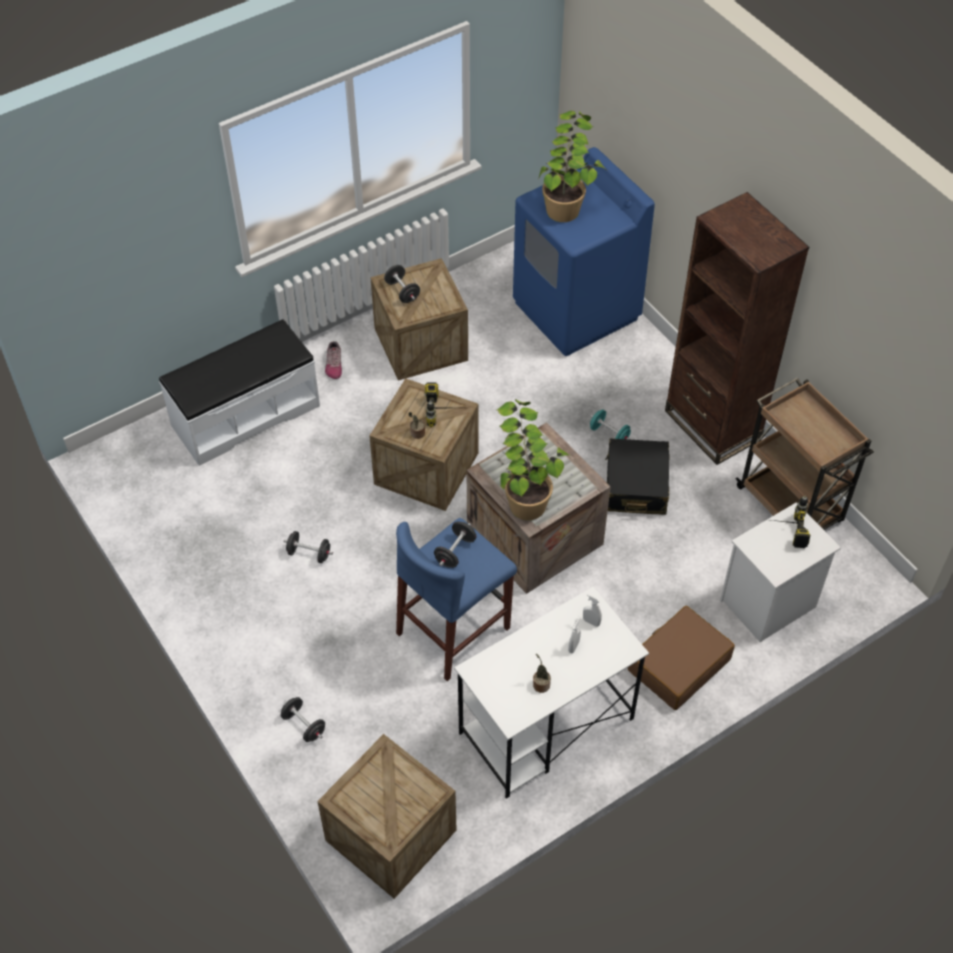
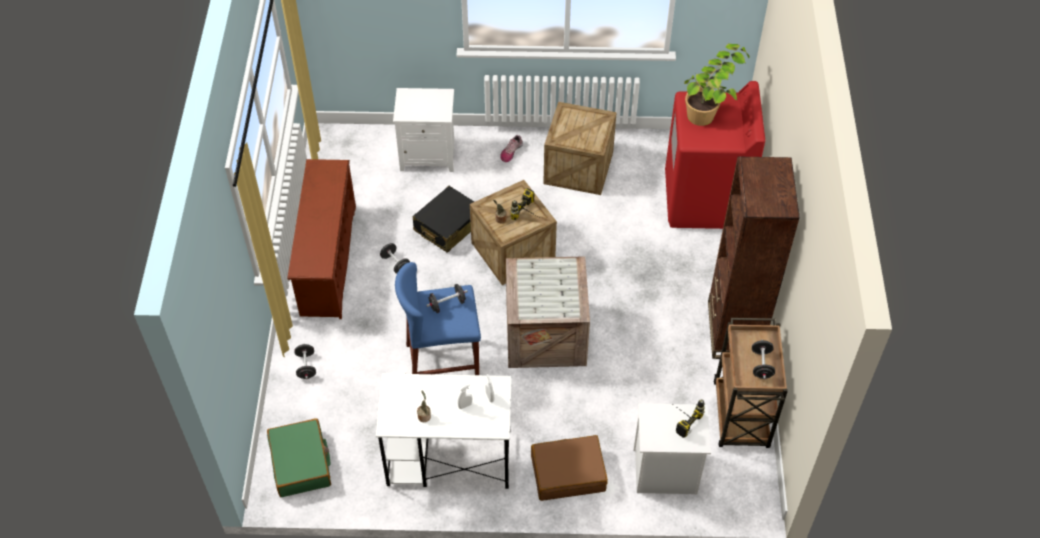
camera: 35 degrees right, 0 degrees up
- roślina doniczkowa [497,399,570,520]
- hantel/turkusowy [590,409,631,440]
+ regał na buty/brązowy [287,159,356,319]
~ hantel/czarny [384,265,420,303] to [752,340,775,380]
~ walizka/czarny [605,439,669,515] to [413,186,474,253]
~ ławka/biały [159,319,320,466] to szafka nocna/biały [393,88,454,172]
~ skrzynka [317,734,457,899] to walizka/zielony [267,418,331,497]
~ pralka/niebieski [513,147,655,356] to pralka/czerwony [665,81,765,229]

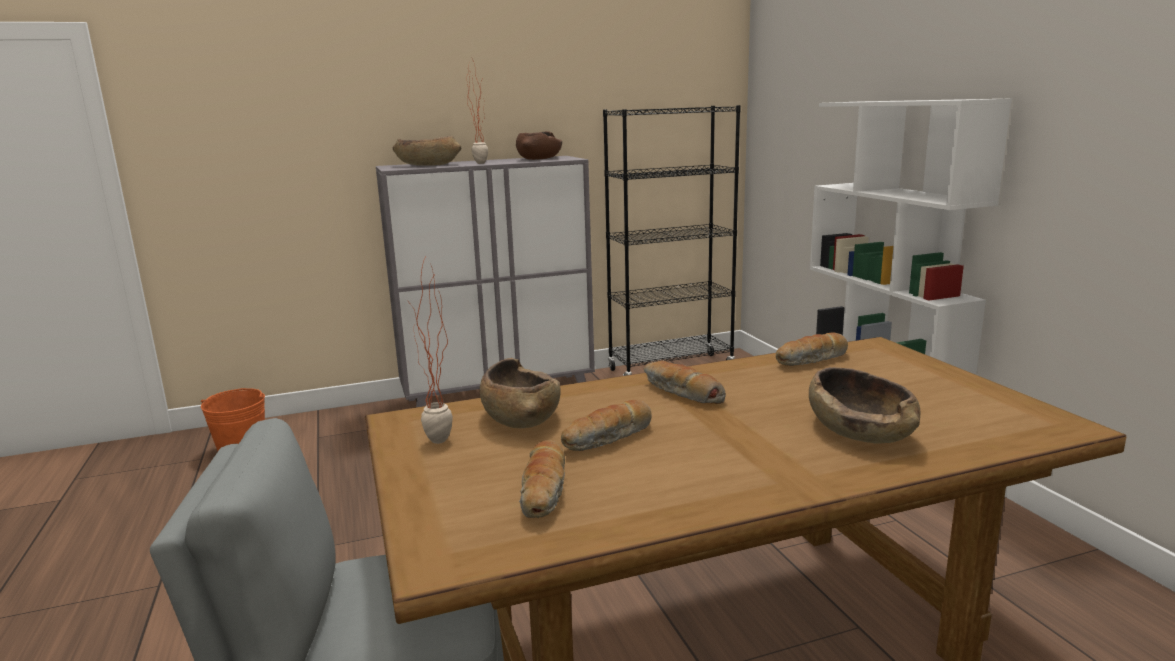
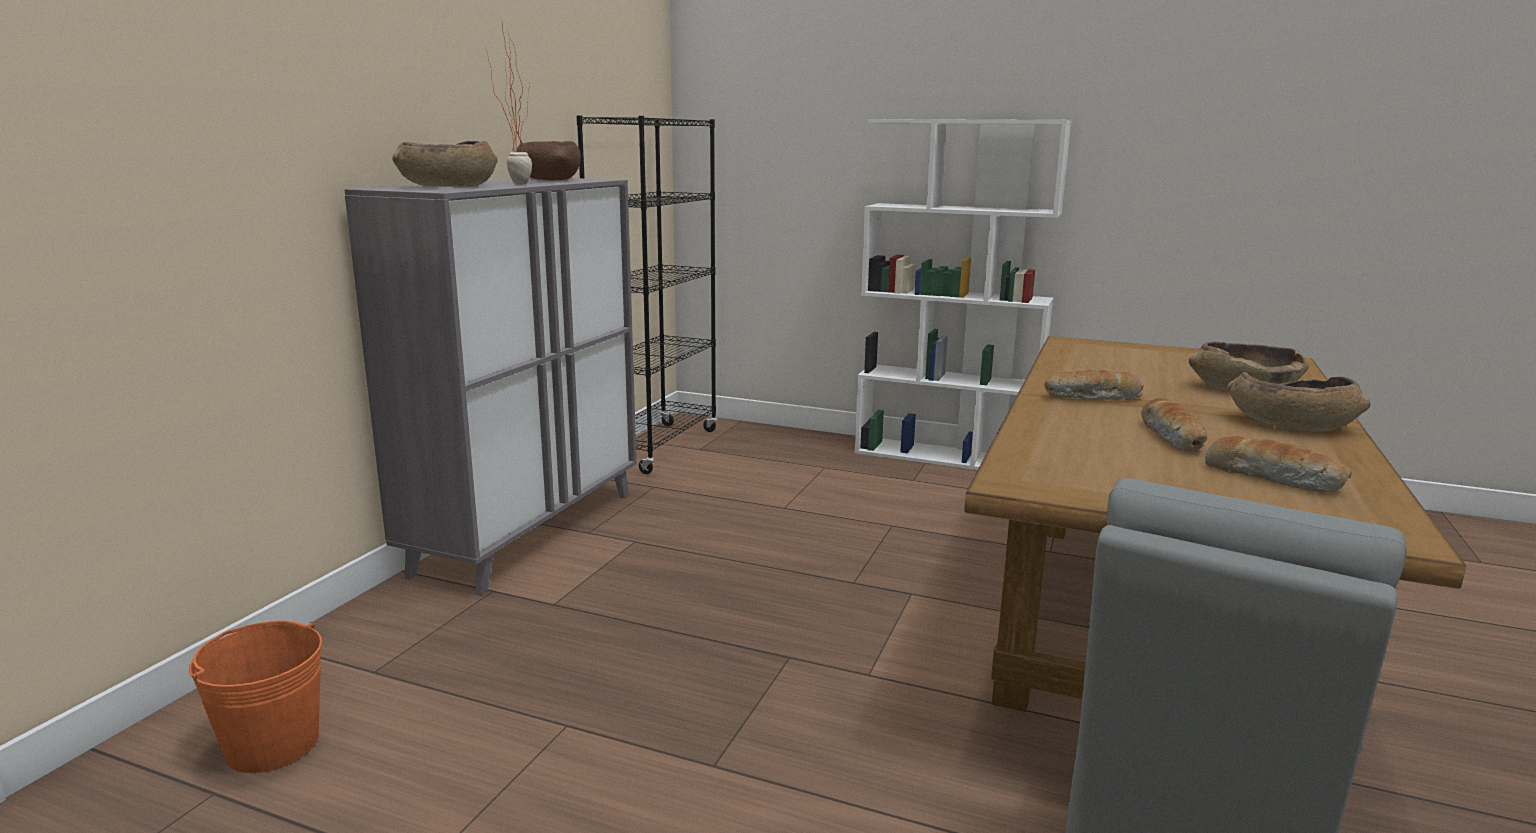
camera: 50 degrees left, 0 degrees up
- roślina doniczkowa [410,255,453,444]
- chleb [776,332,848,366]
~ miska/brązowy [480,358,561,428] to [1227,372,1371,432]

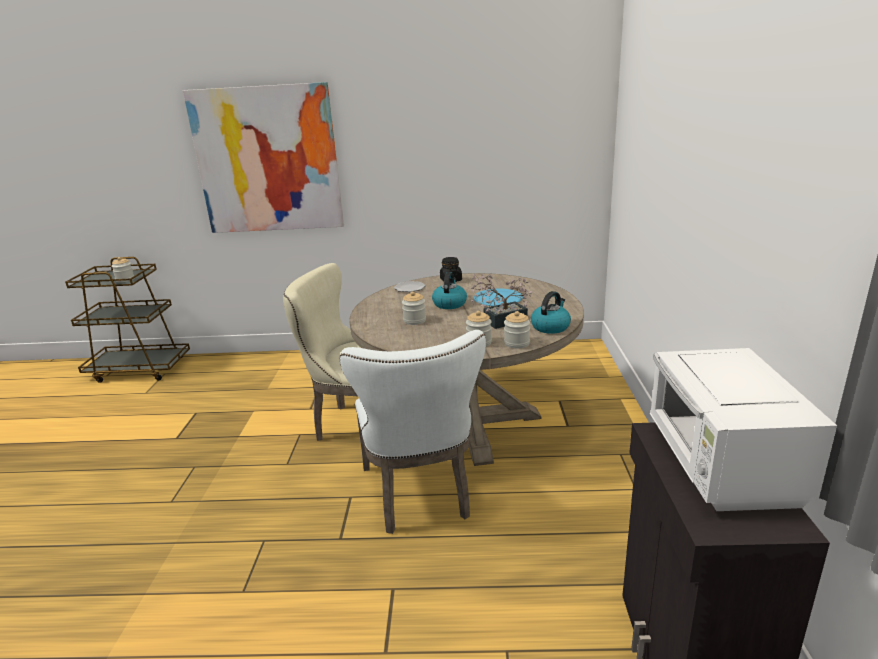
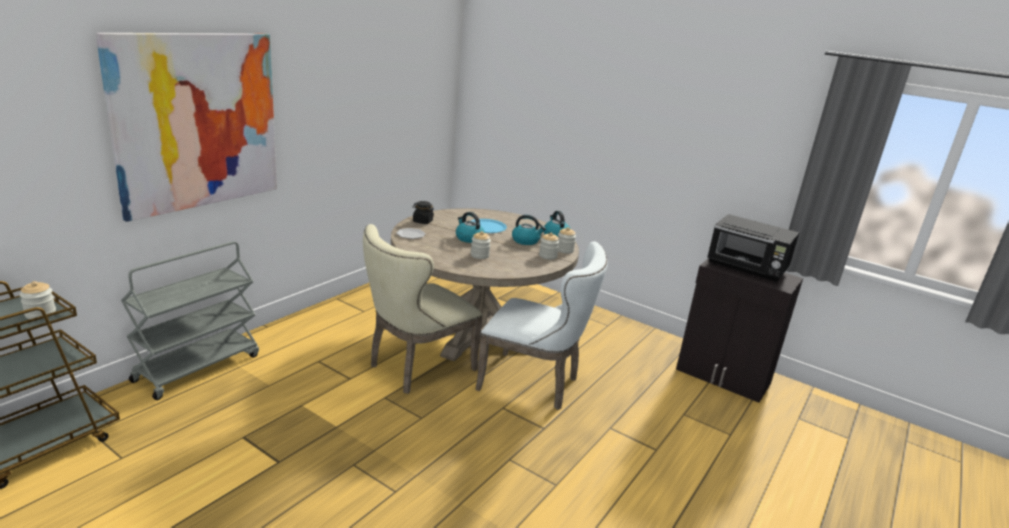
camera: 60 degrees left, 0 degrees up
+ wózek/szary [121,241,259,400]
~ roślina doniczkowa [471,273,532,329] to czajnik [512,215,546,245]
~ mikrofalówka/biały [650,348,837,511] to mikrofalówka/czarny [707,214,799,282]

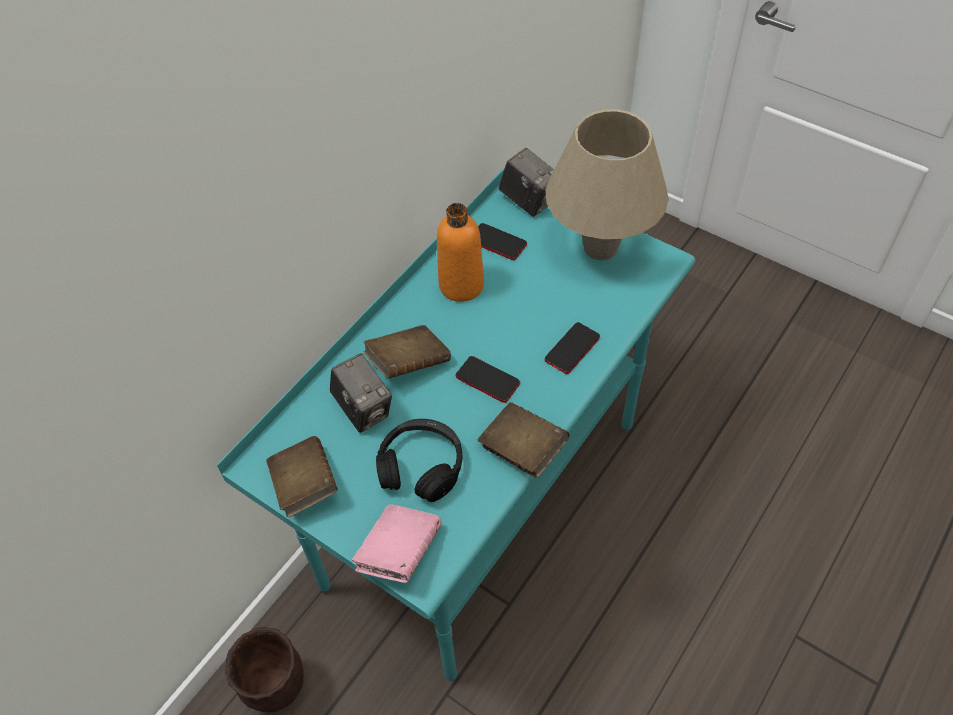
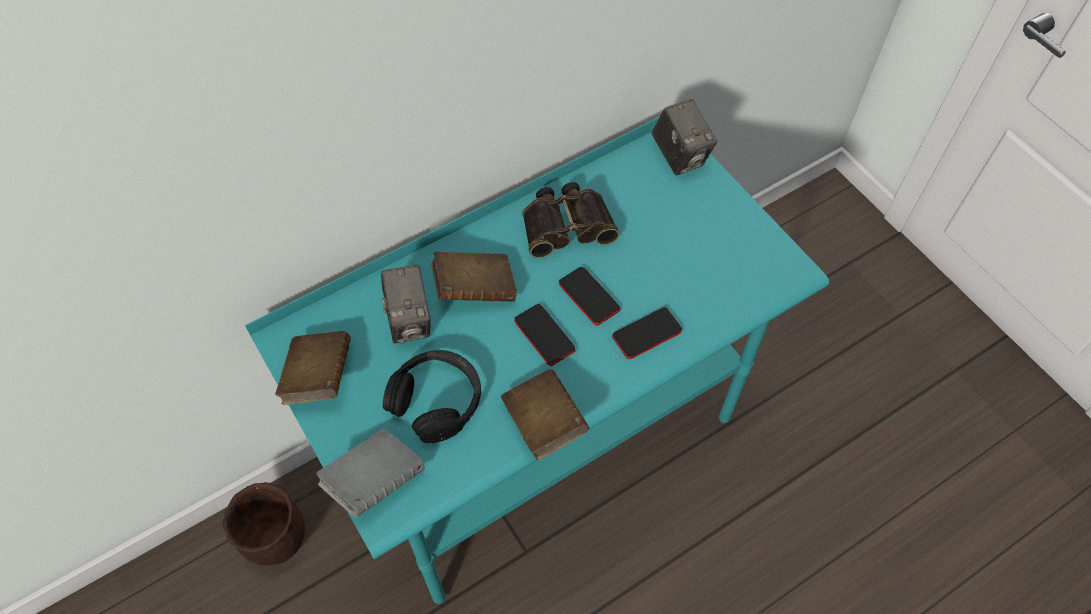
camera: 20 degrees right, 5 degrees up
- lampa stołowa/beżowy [546,109,669,260]
~ telefon [478,223,527,260] to [559,267,620,326]
~ butelka/pomarańczowy [437,203,484,302] to lornetka [522,182,619,258]
~ książka/różowy [352,504,442,583] to książka/szary [316,429,424,518]

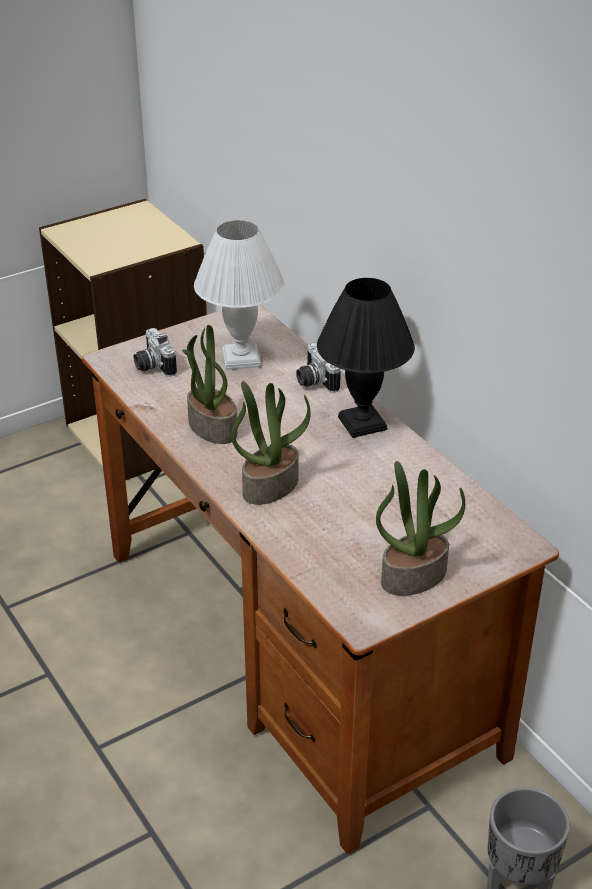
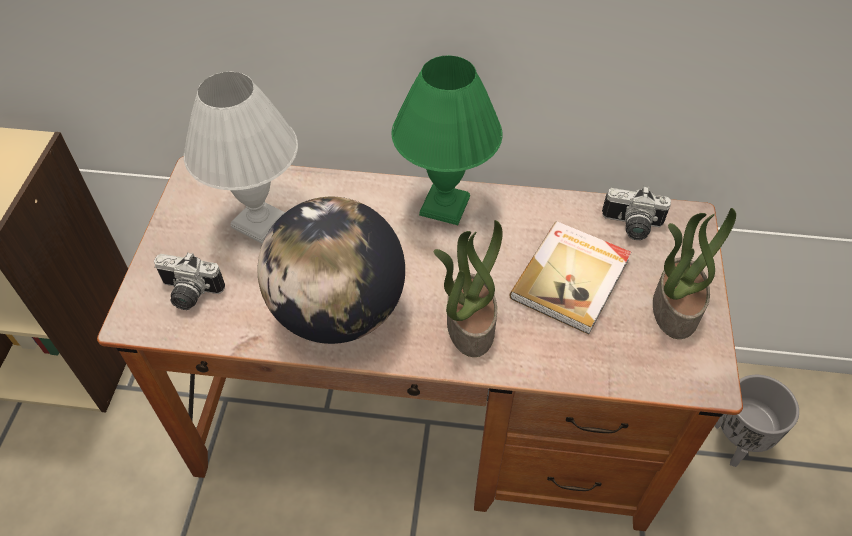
camera: 50 degrees left, 15 degrees up
+ książka [510,222,631,335]
~ aparat fotograficzny [296,343,341,393] to [602,186,671,240]
~ roślina doniczkowa [182,325,237,444] to globus [257,197,405,344]
~ lampa stołowa/czarny [317,278,415,438] to lampa stołowa/zielony [392,55,503,225]

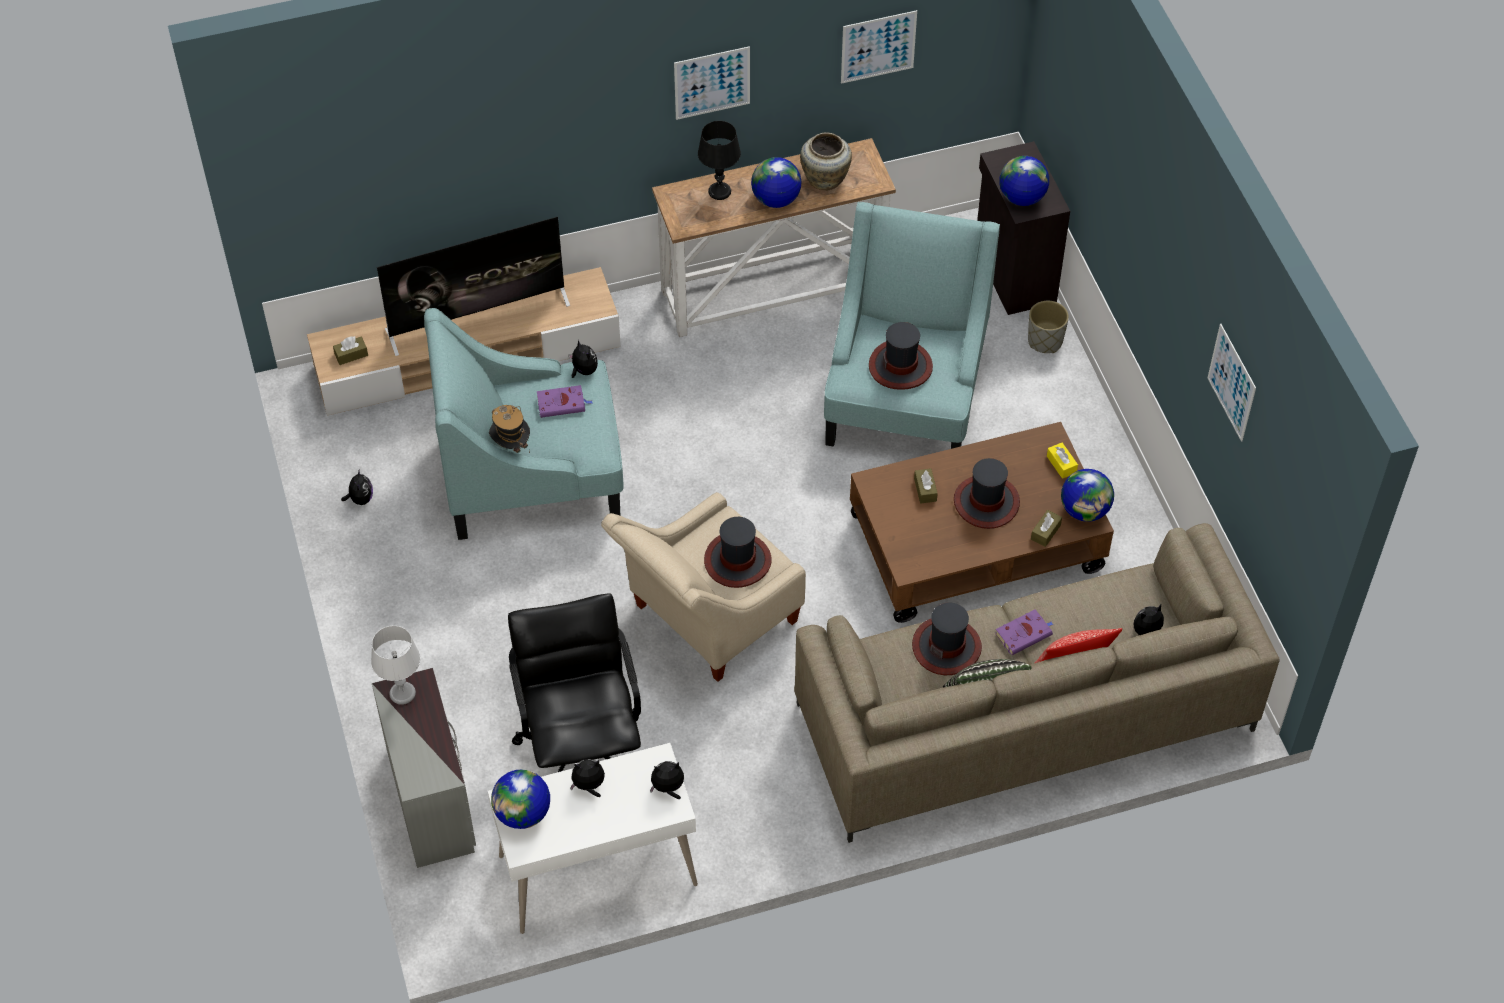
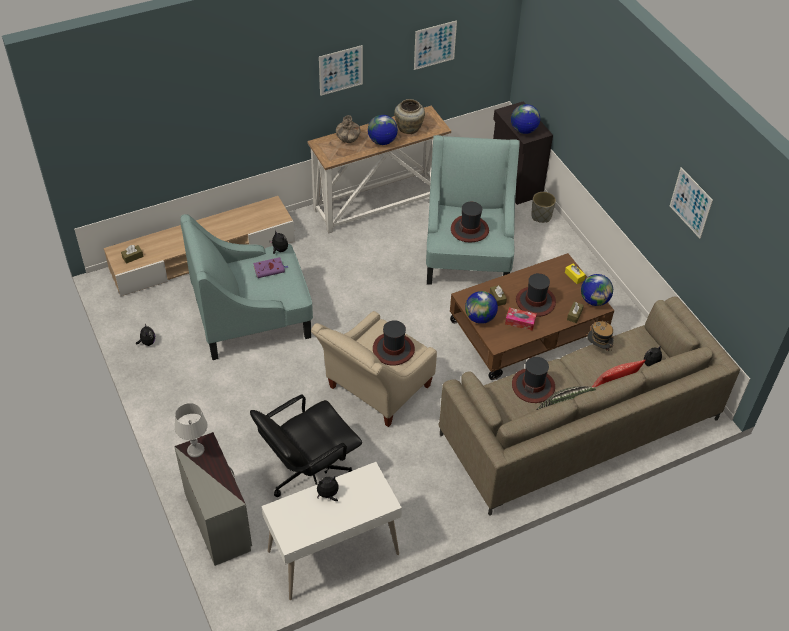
camera: 10 degrees left, 5 degrees down
- telewizor [377,216,570,356]
- pluszak [650,761,684,799]
- książka/fioletowy [995,609,1053,655]
+ pudełko chusteczek [505,308,537,331]
~ kapelusz [489,405,530,453] to [587,321,614,351]
~ globus [491,770,550,829] to [465,291,498,324]
~ lampa stołowa/czarny [698,121,741,200] to wazon [336,115,361,143]
~ krzesło biurowe/czarny [508,593,641,772] = [250,395,362,497] 105 degrees counterclockwise

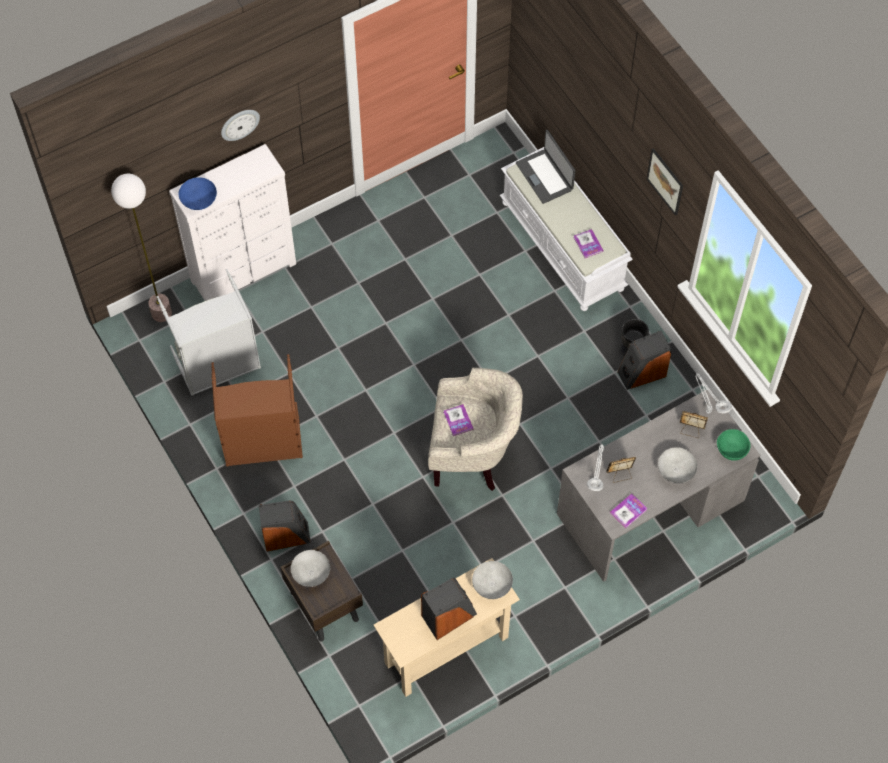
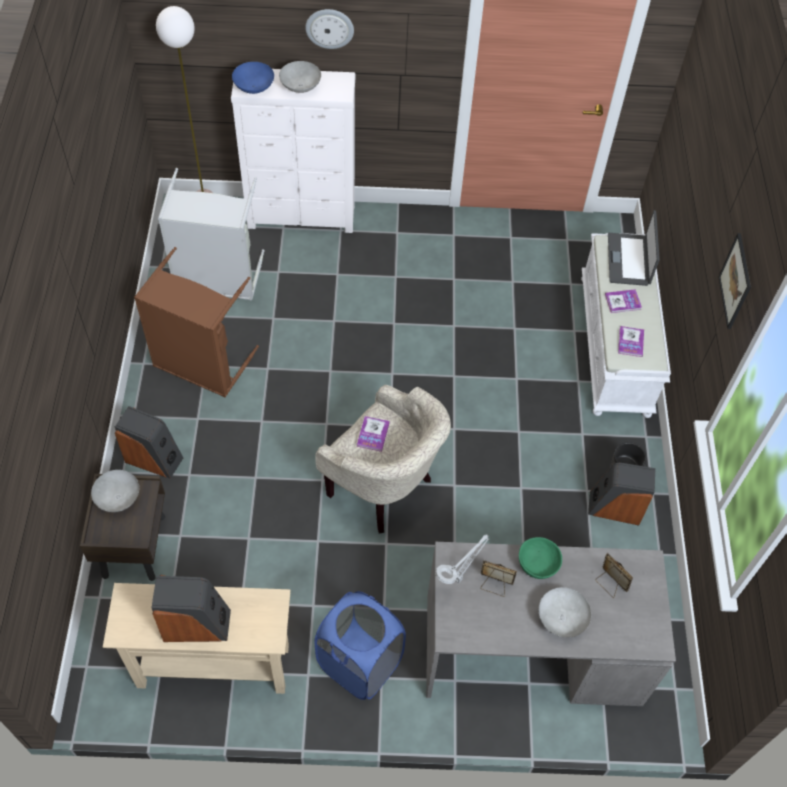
camera: 30 degrees right, 5 degrees down
- lampa stołowa/szary [695,373,732,414]
+ kosz na pranie/niebieski [314,591,406,700]
~ miska/szary [472,561,513,599] to [279,61,321,93]
~ książka [610,494,648,528] to [605,289,642,313]
~ miska/zielony [717,429,751,461] to [519,537,562,579]

